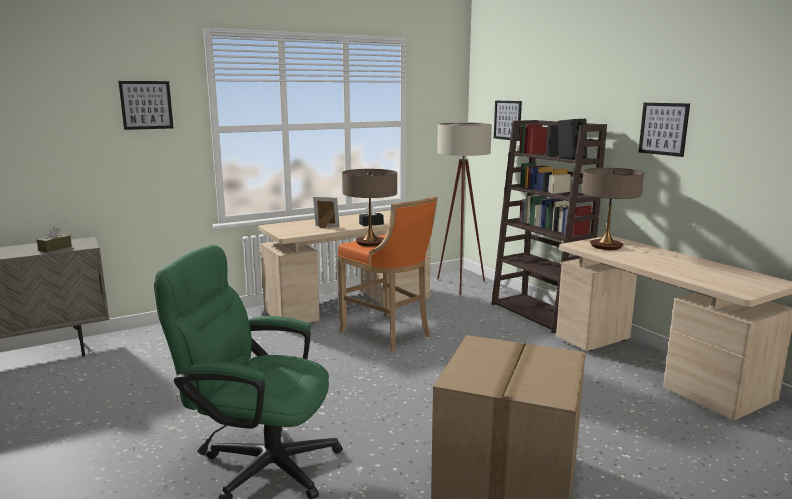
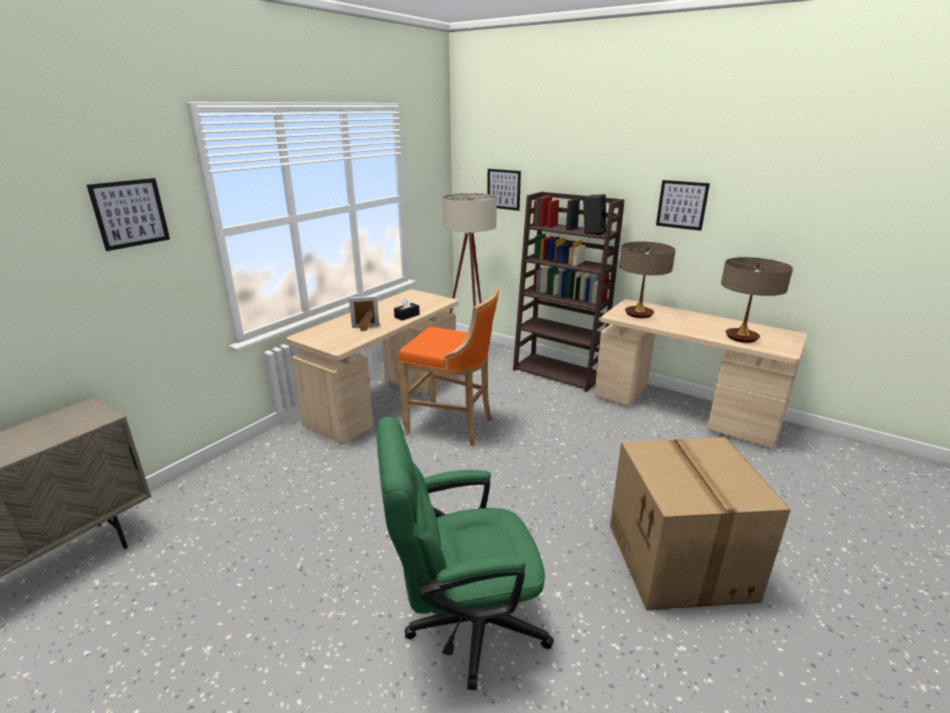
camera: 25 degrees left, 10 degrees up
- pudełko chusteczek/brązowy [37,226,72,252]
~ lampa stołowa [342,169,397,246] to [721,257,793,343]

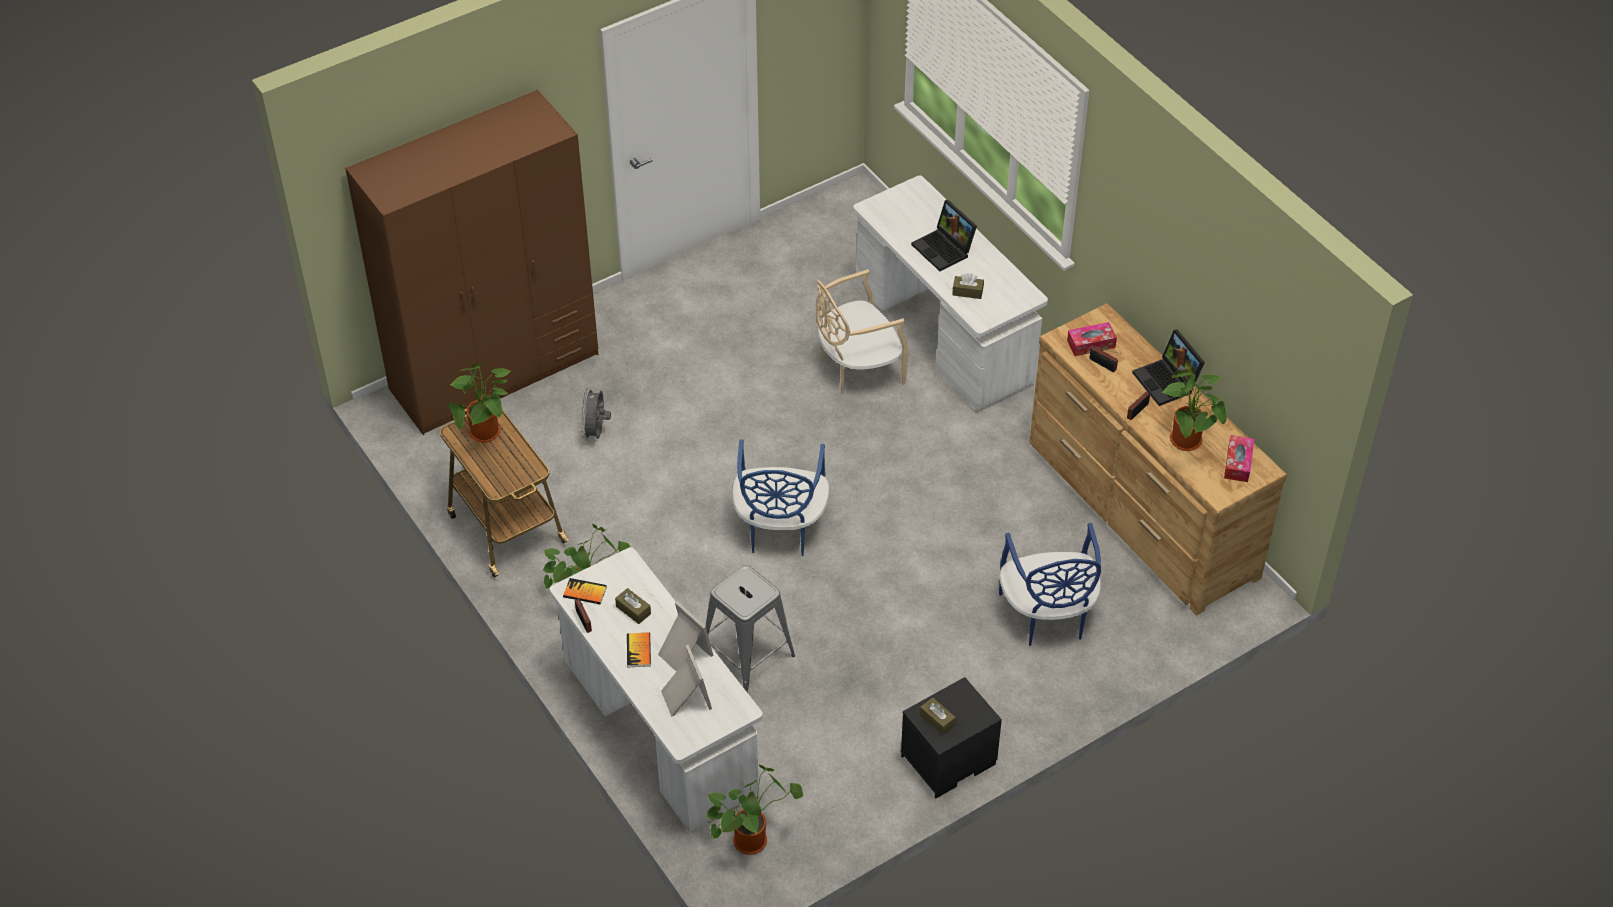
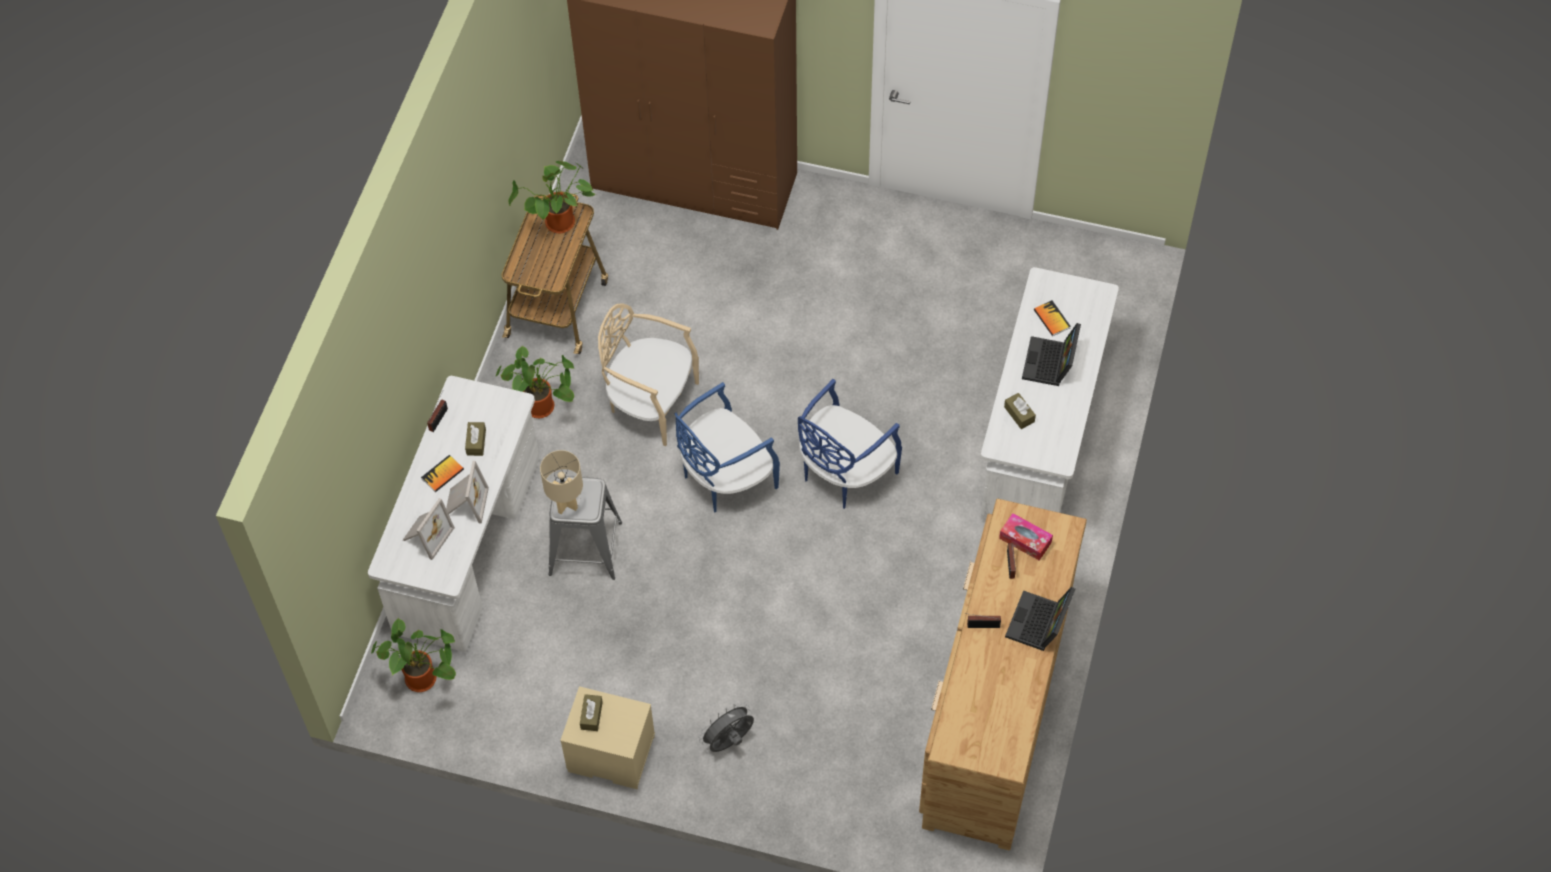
camera: 50 degrees right, 10 degrees up
- roślina doniczkowa [1162,370,1227,451]
- pudełko chusteczek [1224,435,1254,482]
+ lampa stołowa/beżowy [540,450,583,514]
~ książka [563,578,607,604] to [1034,300,1071,336]
~ wentylator/szary [581,387,611,441] to [699,702,754,752]
~ krzesło/beżowy [816,269,909,394] to [598,303,699,446]
~ krzesło/niebieski [999,523,1101,646] to [798,379,902,509]
~ szafka nocna/czarny [901,677,1002,799] to szafka nocna/beżowy [560,686,655,789]

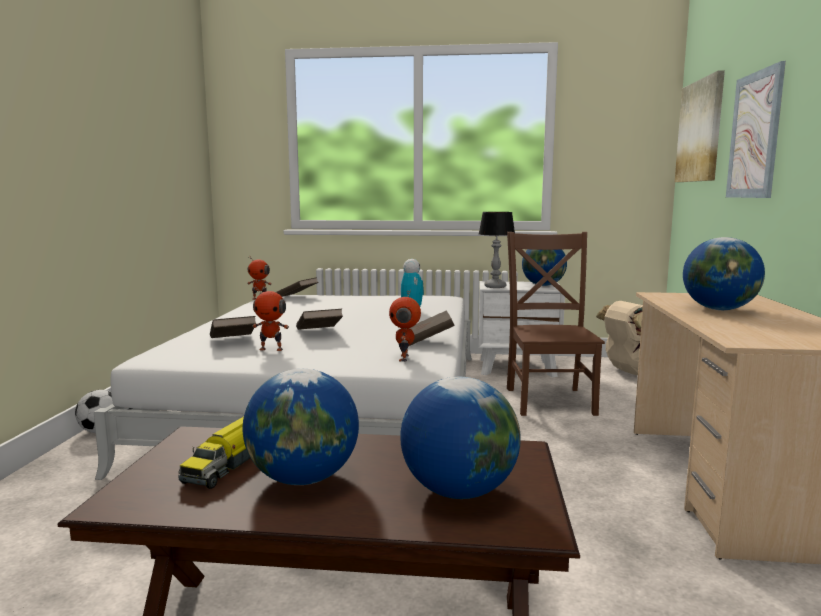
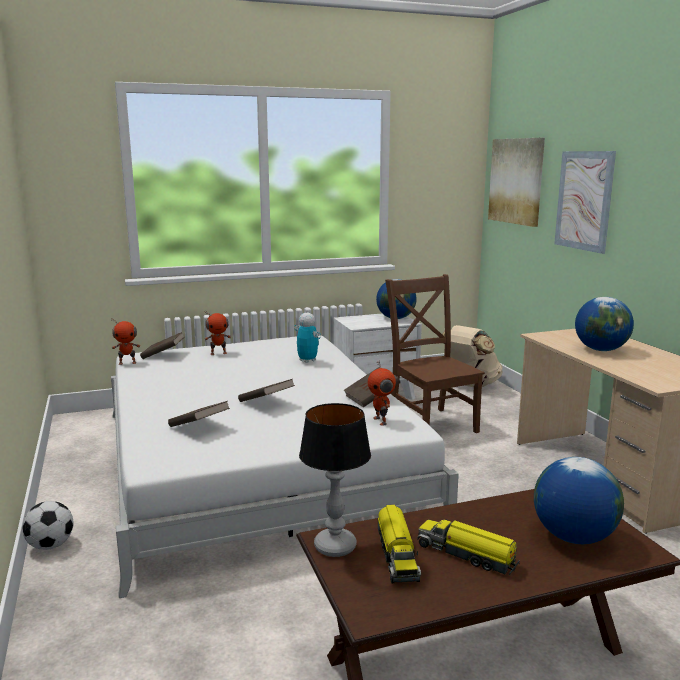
camera: 25 degrees left, 5 degrees up
~ robot zabawkowy [252,286,289,351] to [204,310,231,355]
~ lampa stołowa [479,212,515,288] to [299,403,371,557]
~ globus [243,369,359,485] to ciężarówka zabawkowa [417,518,520,575]

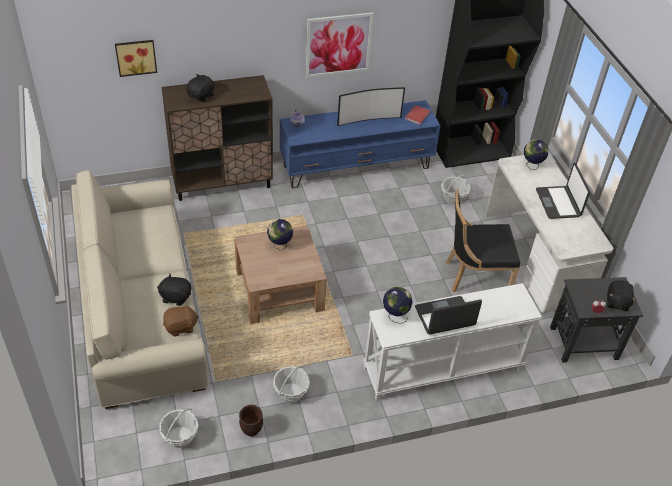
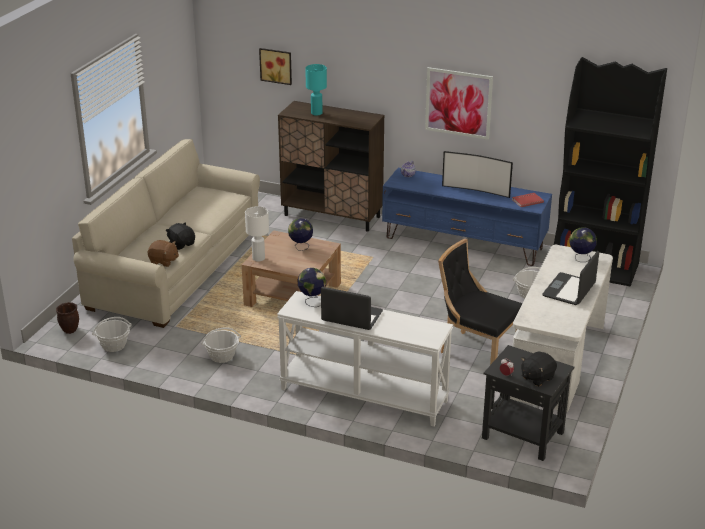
camera: 40 degrees right, 15 degrees down
+ lampa stołowa/biały [245,206,269,262]
~ donica/brązowy [239,405,263,436] to [56,302,79,334]
~ pluszak/czarny [186,74,215,102] to lampa stołowa/turkusowy [305,64,327,116]

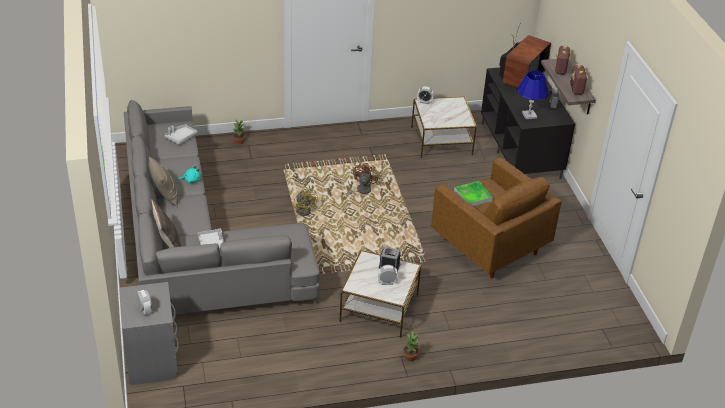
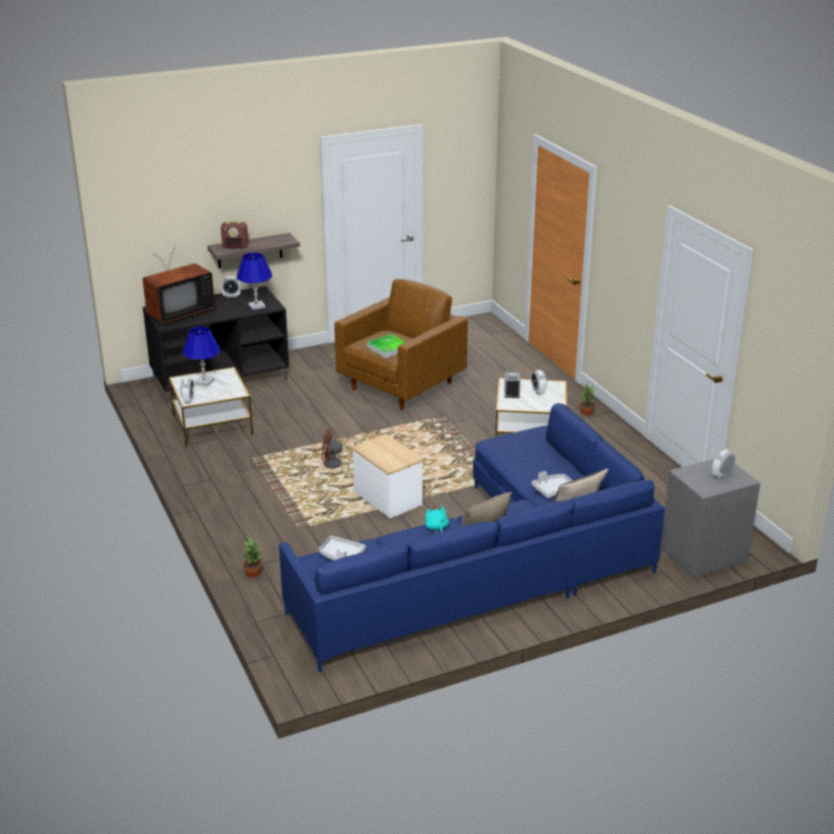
camera: 100 degrees left, 10 degrees down
- radio [570,65,588,95]
+ lampa stołowa/niebieski [182,326,221,387]
~ wentylator/żółty [293,187,318,216] to stolik [352,434,424,519]
~ kanapa/szary [124,100,320,315] to kanapa/niebieski [279,403,665,672]
~ telewizor [499,24,551,89] = [143,245,215,324] 120 degrees clockwise

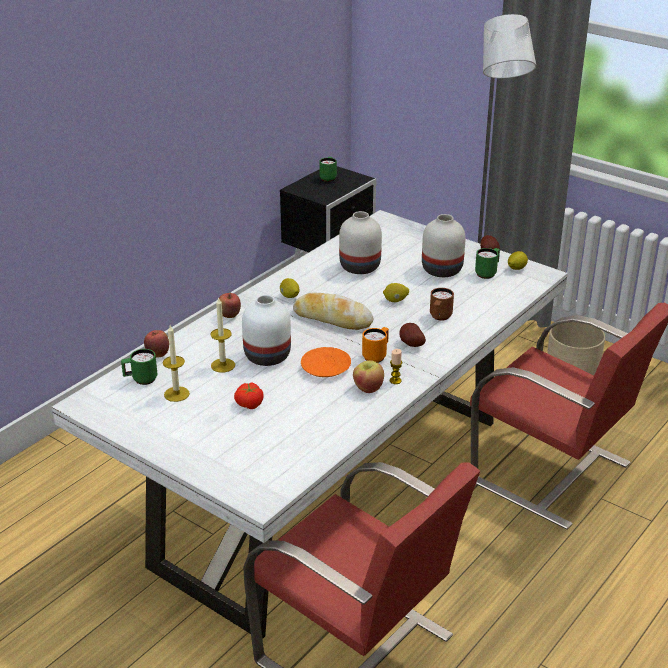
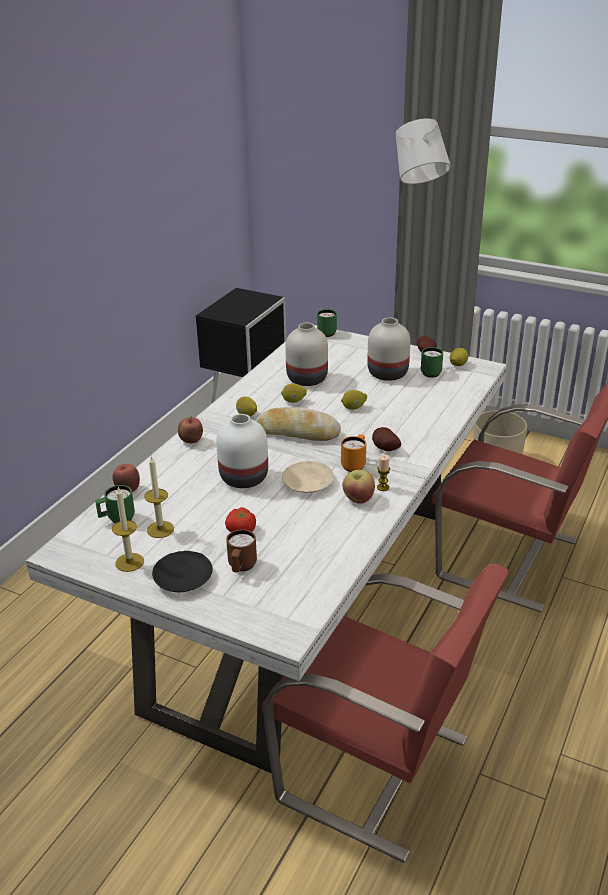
camera: 10 degrees left, 0 degrees up
+ talerz/czarny [152,551,213,592]
+ cytryna [281,384,307,403]
~ świeca [210,297,235,373] to [112,487,144,572]
~ kubek/zielony [319,157,337,182] to [317,308,337,337]
~ kubek/brązowy [430,288,454,321] to [226,529,257,572]
~ talerz/pomarańczowy [301,347,351,377] to talerz/beżowy [282,461,334,493]

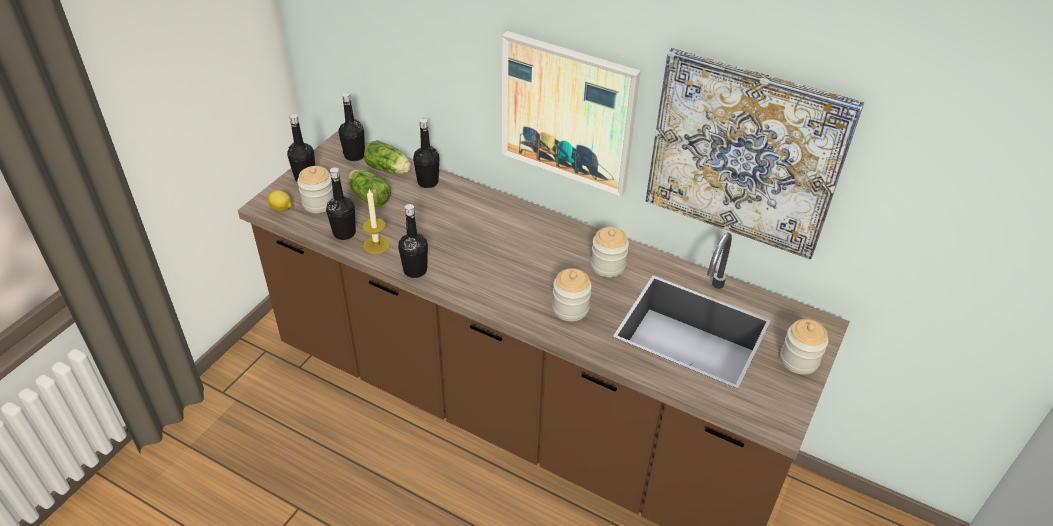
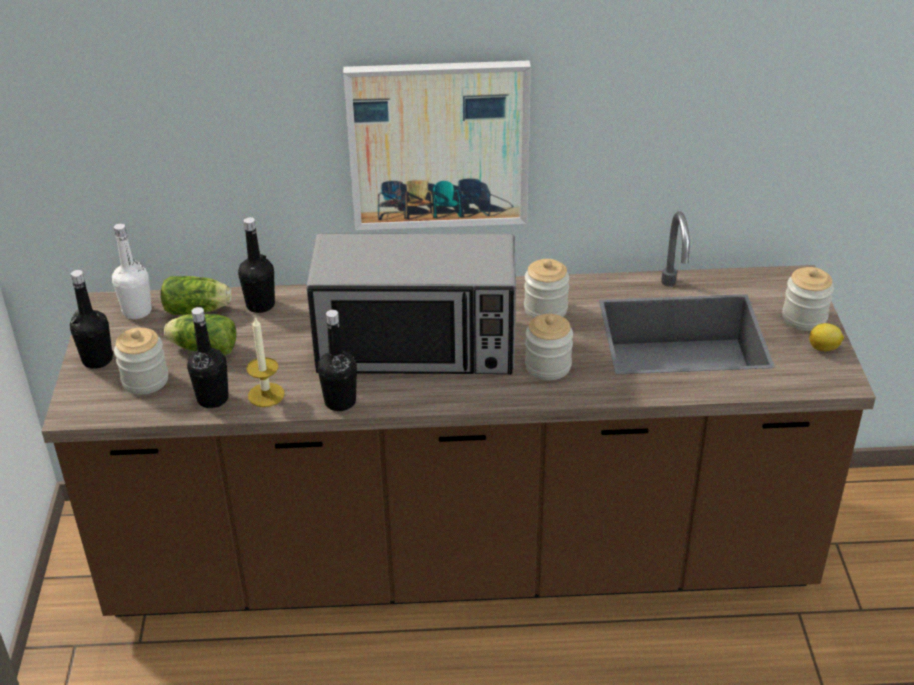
camera: 30 degrees left, 5 degrees down
- obraz [646,48,864,260]
+ mikrofalówka [306,234,516,375]
~ cytryna [267,190,292,212] to [809,323,844,351]
~ butelka/czarny [338,92,365,161] to butelka/biały [112,223,152,319]

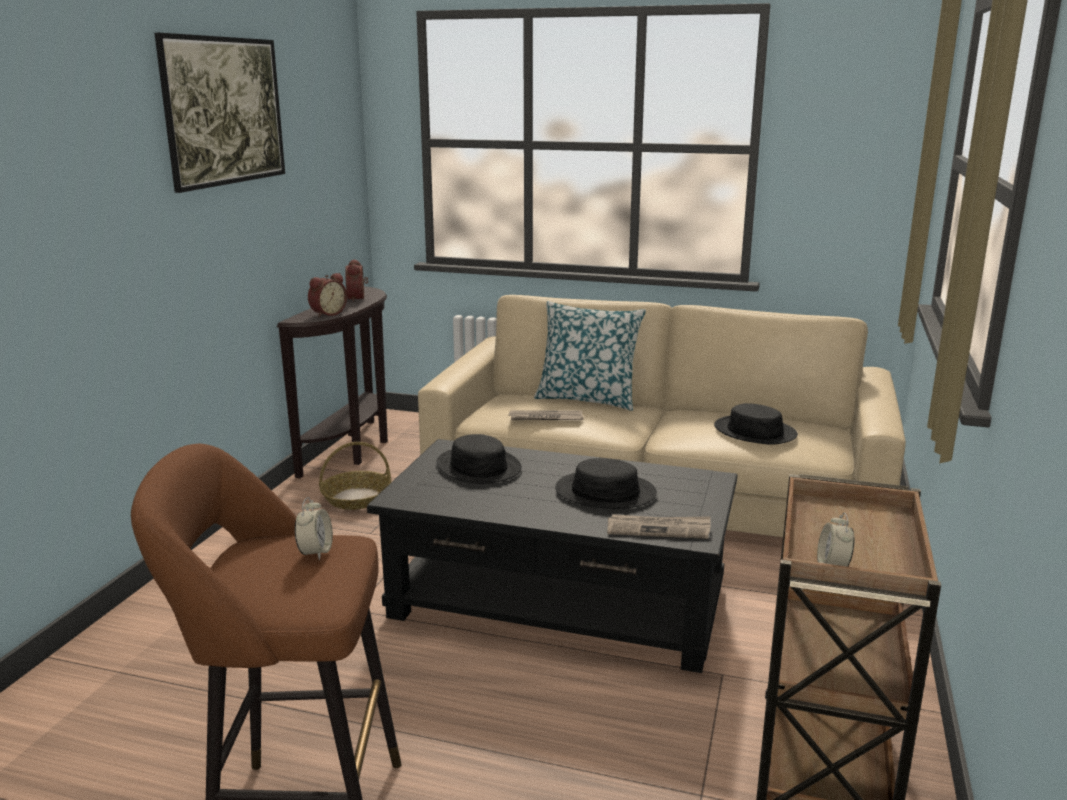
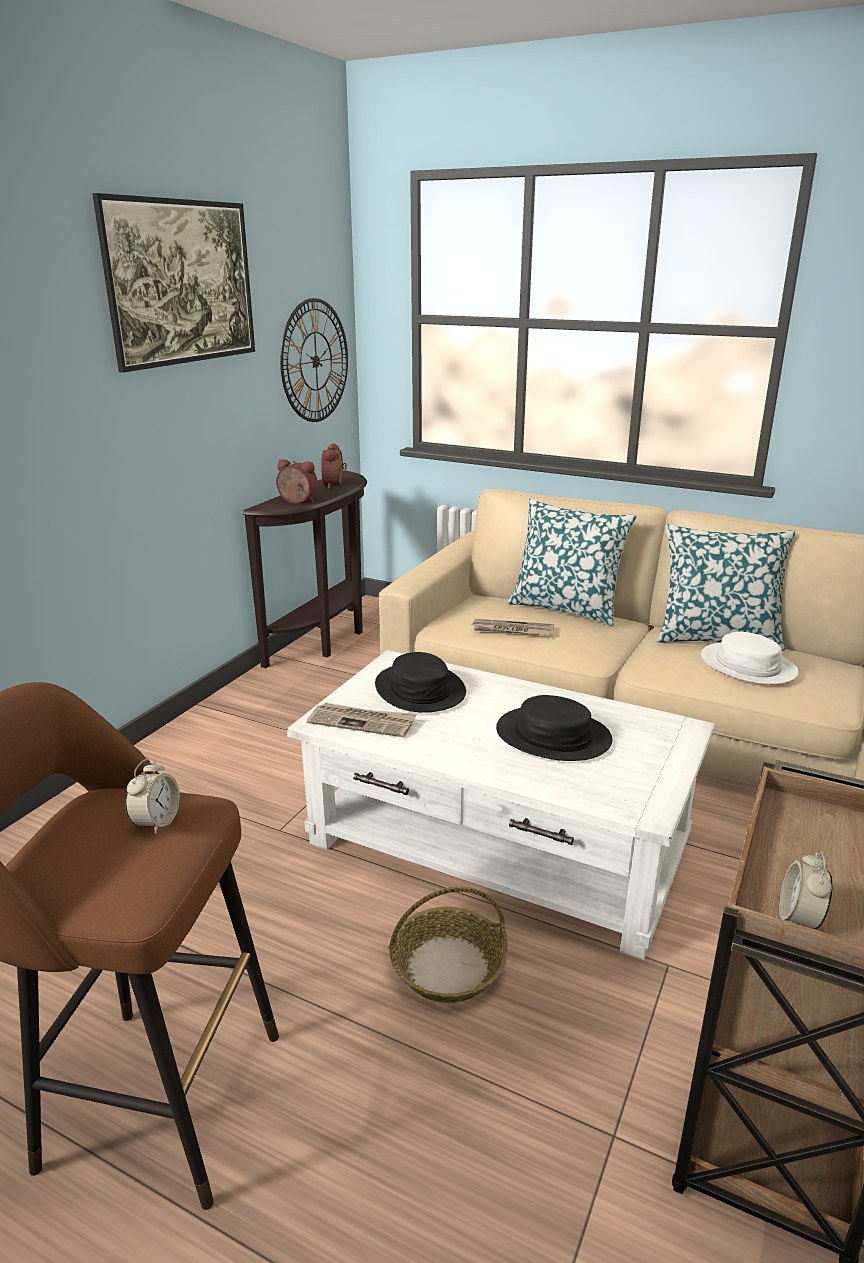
camera: 10 degrees right, 5 degrees up
+ zegar ścienny [280,298,348,422]
+ poduszka [657,524,795,651]
~ koszyk [319,442,391,510] to [389,887,508,1003]
~ gazeta [607,514,711,539] to [307,703,417,737]
~ ława/czarny [367,439,738,673] to ława/biały [287,650,715,960]
~ kapelusz/czarny [714,403,798,444] to kapelusz/biały [701,632,799,684]
~ budzik [308,273,347,317] = [276,459,318,504] 120 degrees counterclockwise

